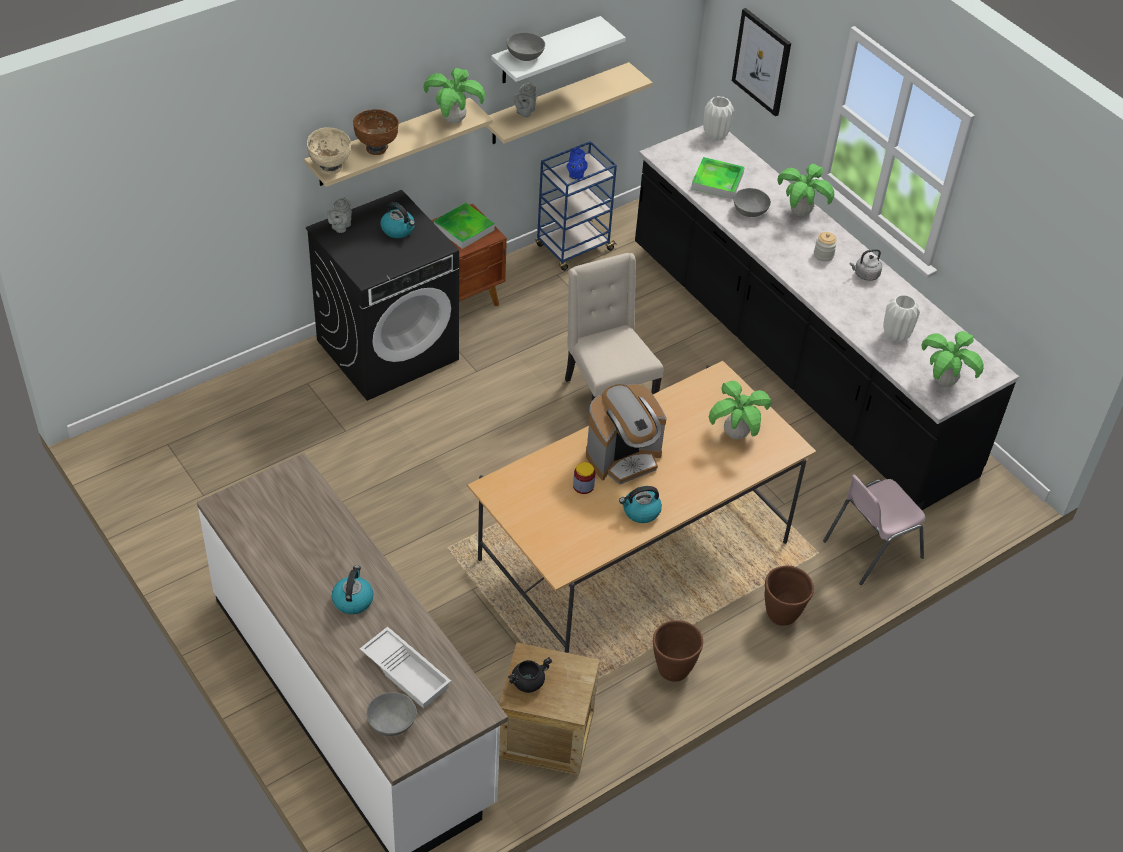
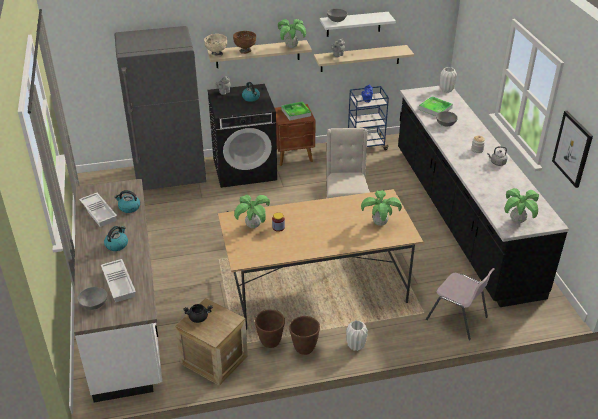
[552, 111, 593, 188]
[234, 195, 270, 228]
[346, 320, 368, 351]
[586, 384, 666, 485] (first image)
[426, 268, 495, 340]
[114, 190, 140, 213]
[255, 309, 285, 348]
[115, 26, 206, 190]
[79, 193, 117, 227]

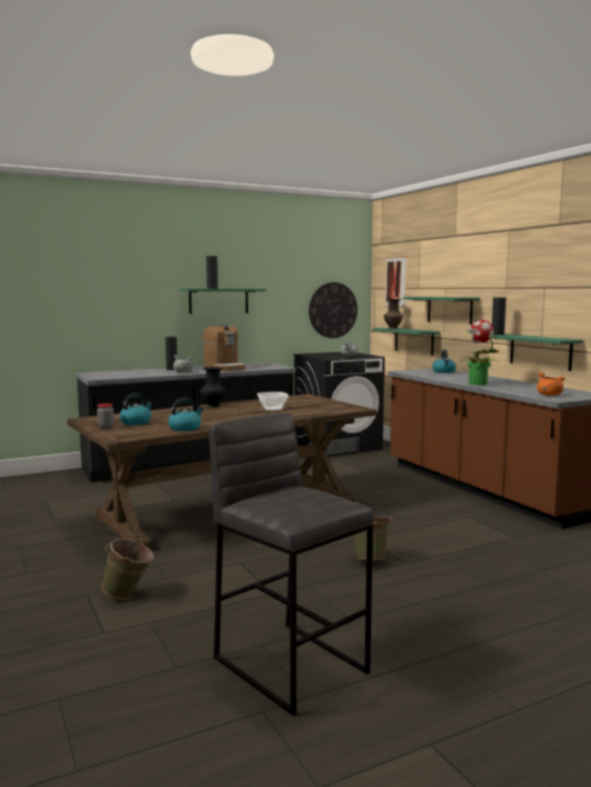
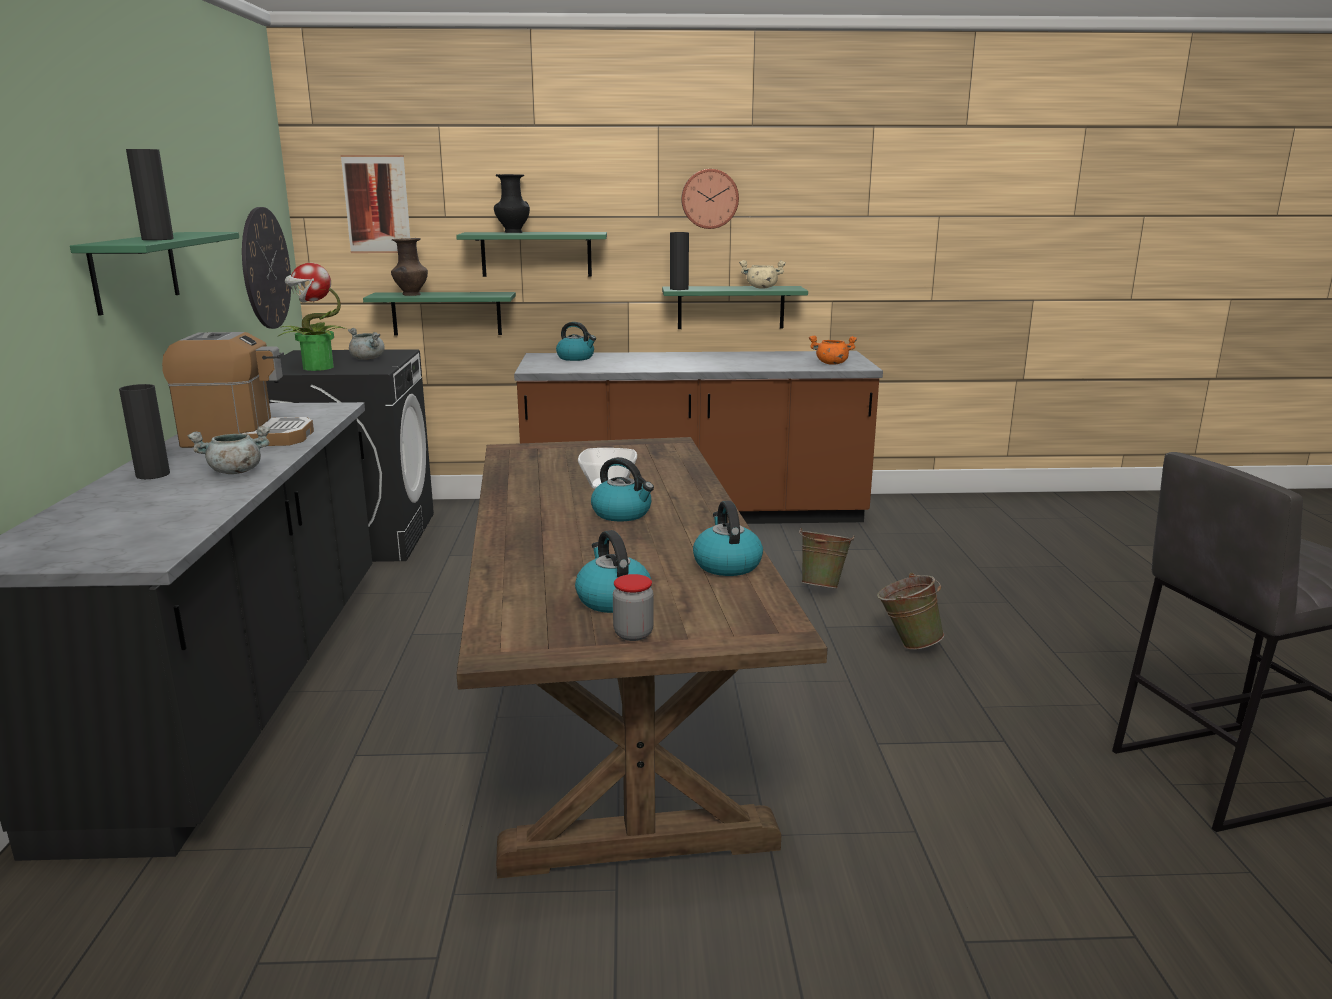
[277, 263, 346, 371]
[494, 174, 530, 233]
[799, 528, 855, 589]
[681, 169, 739, 229]
[739, 260, 786, 288]
[591, 457, 654, 521]

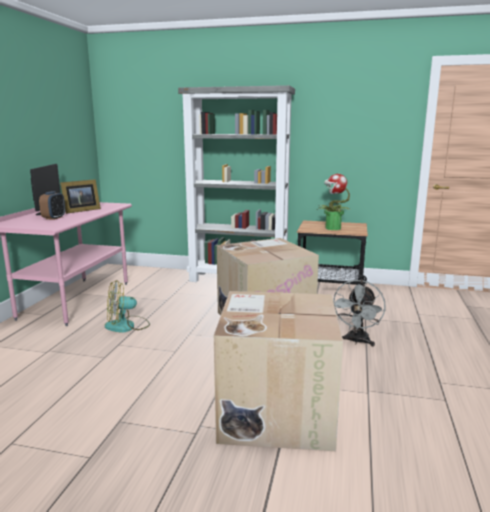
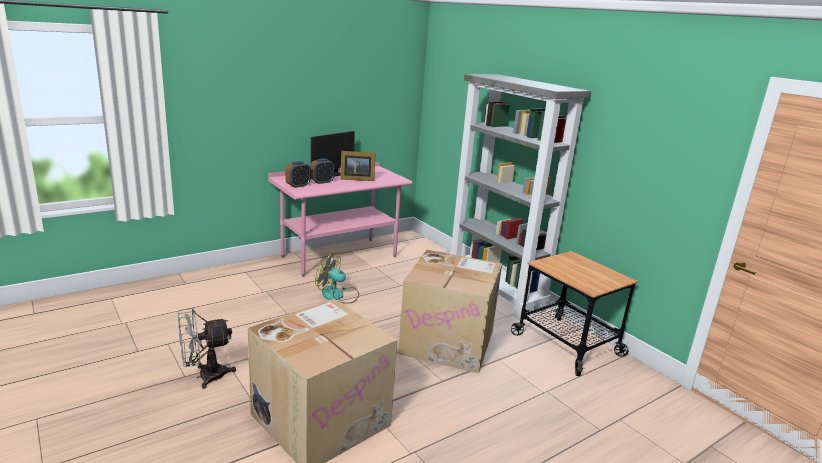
[317, 174, 350, 230] (first image)
[178, 308, 236, 389]
[285, 161, 311, 188]

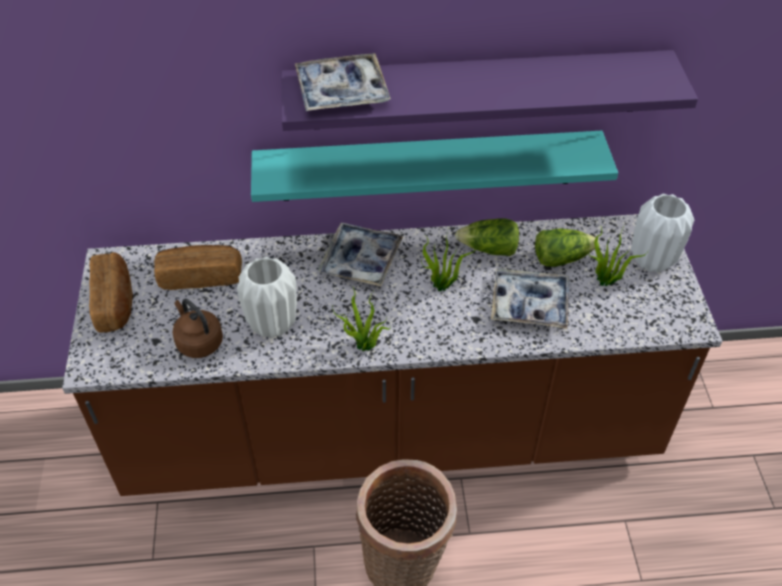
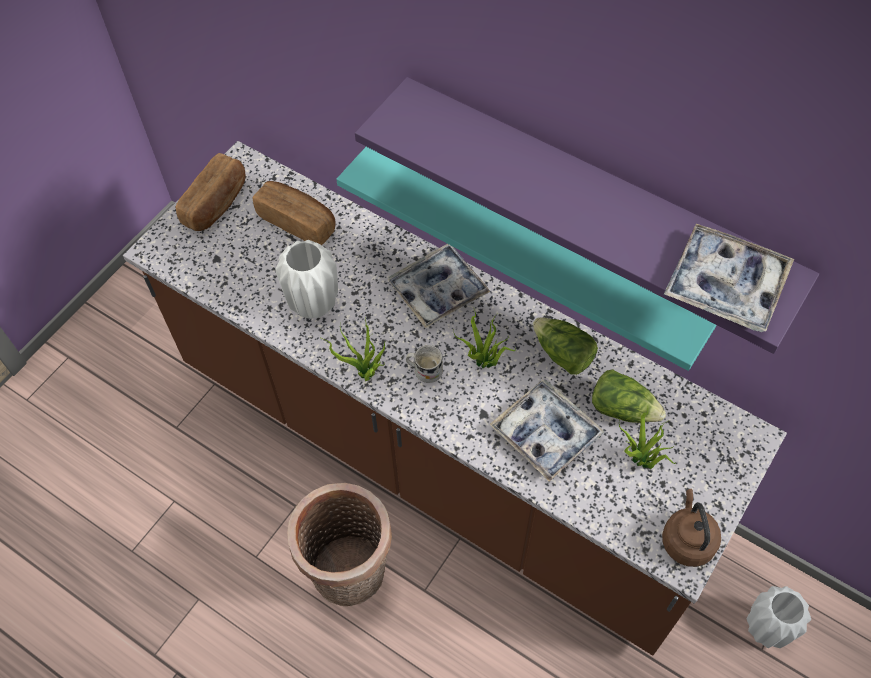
[664, 224, 794, 333]
[746, 586, 811, 648]
[662, 489, 721, 567]
[406, 345, 443, 383]

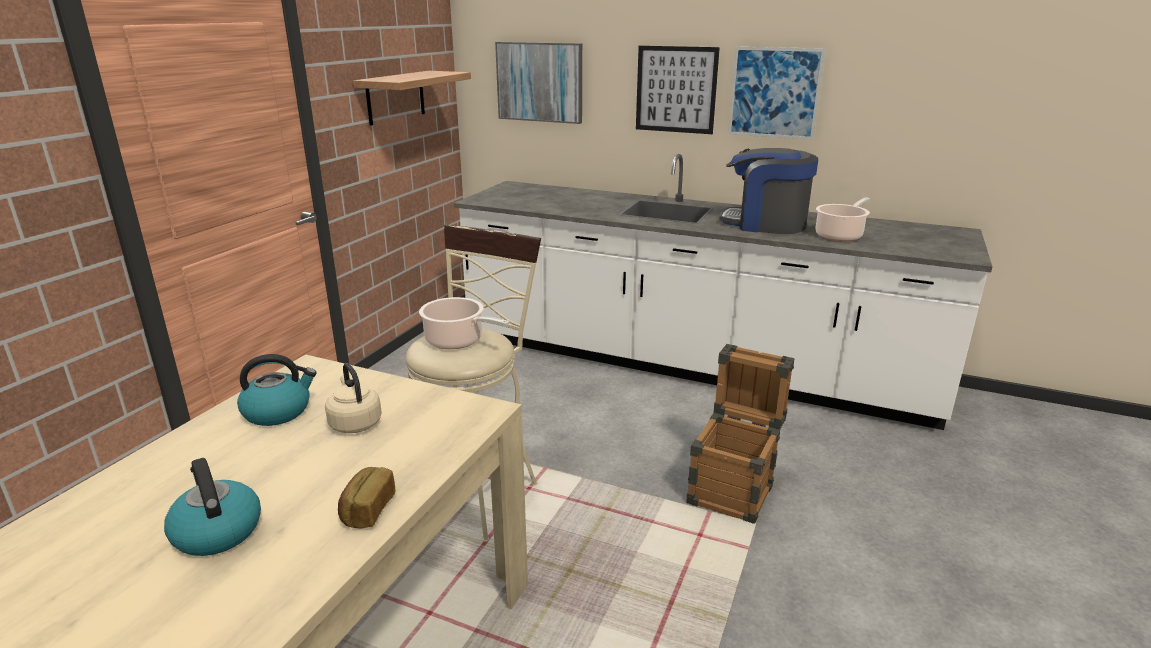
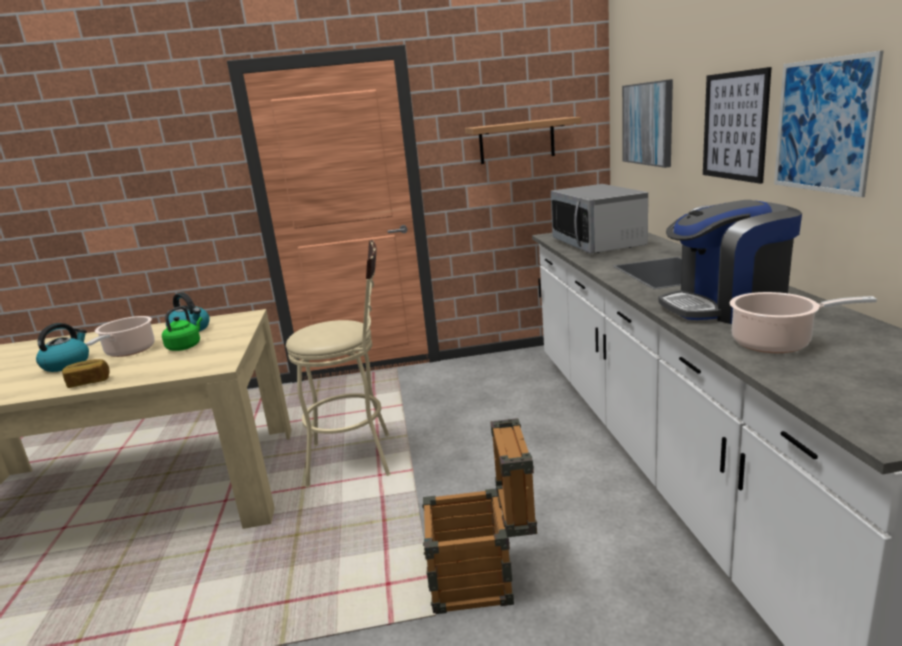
[658, 200, 802, 324]
[86, 316, 155, 357]
[162, 306, 202, 351]
[551, 184, 648, 253]

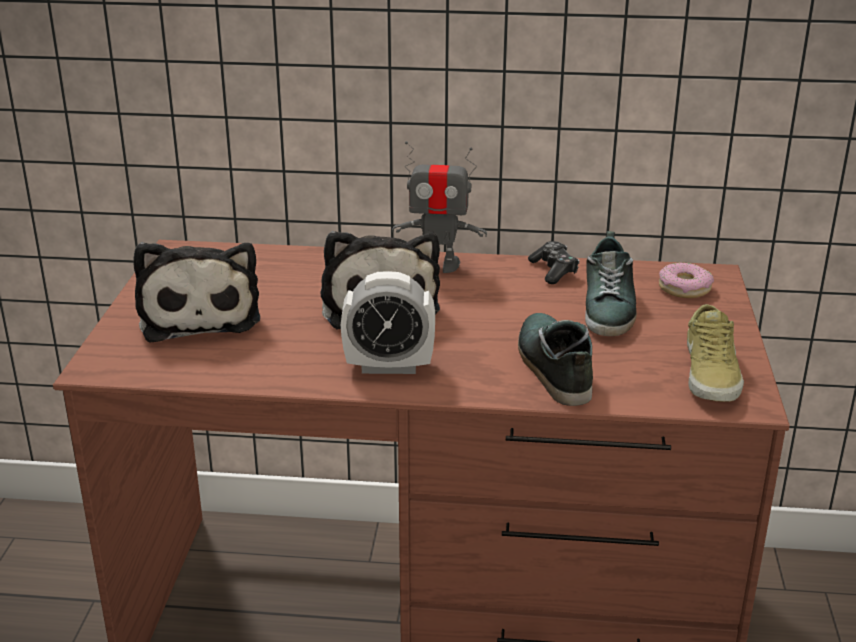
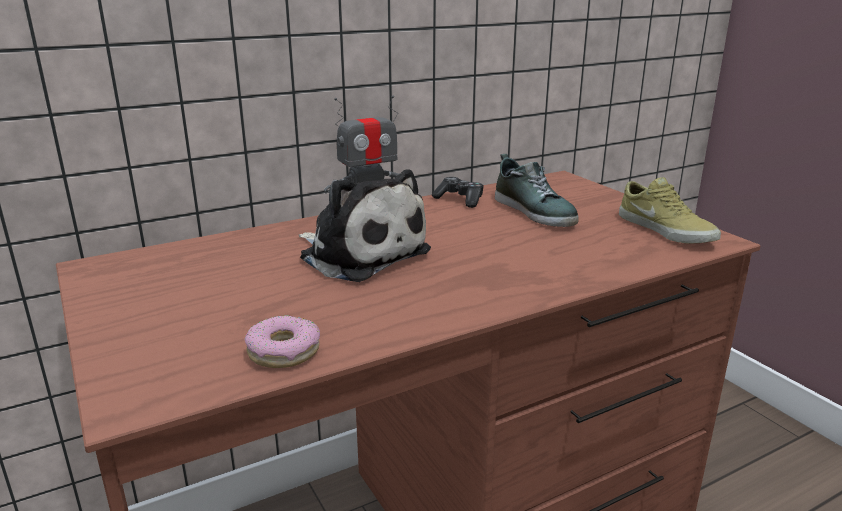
[133, 242, 260, 343] (first image)
[244, 315, 320, 368]
[341, 271, 435, 374] (first image)
[518, 313, 593, 406] (first image)

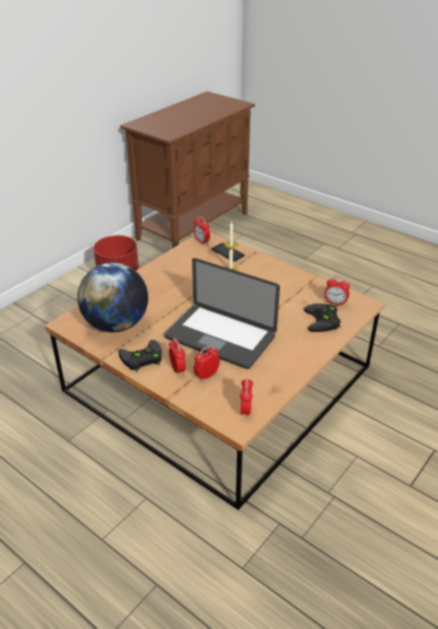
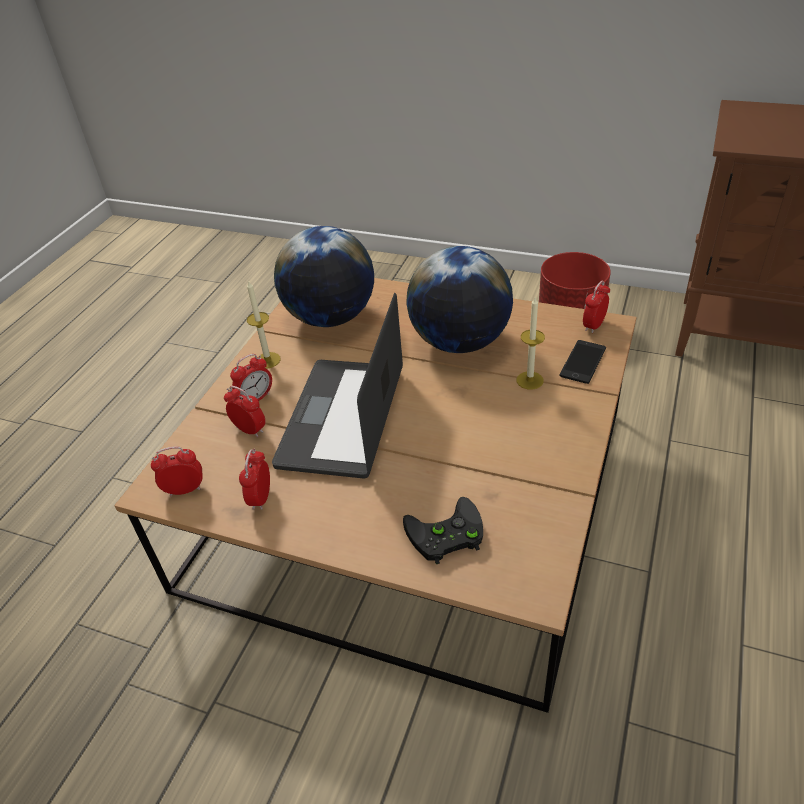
[239, 448, 270, 510]
[247, 280, 281, 369]
[406, 246, 513, 353]

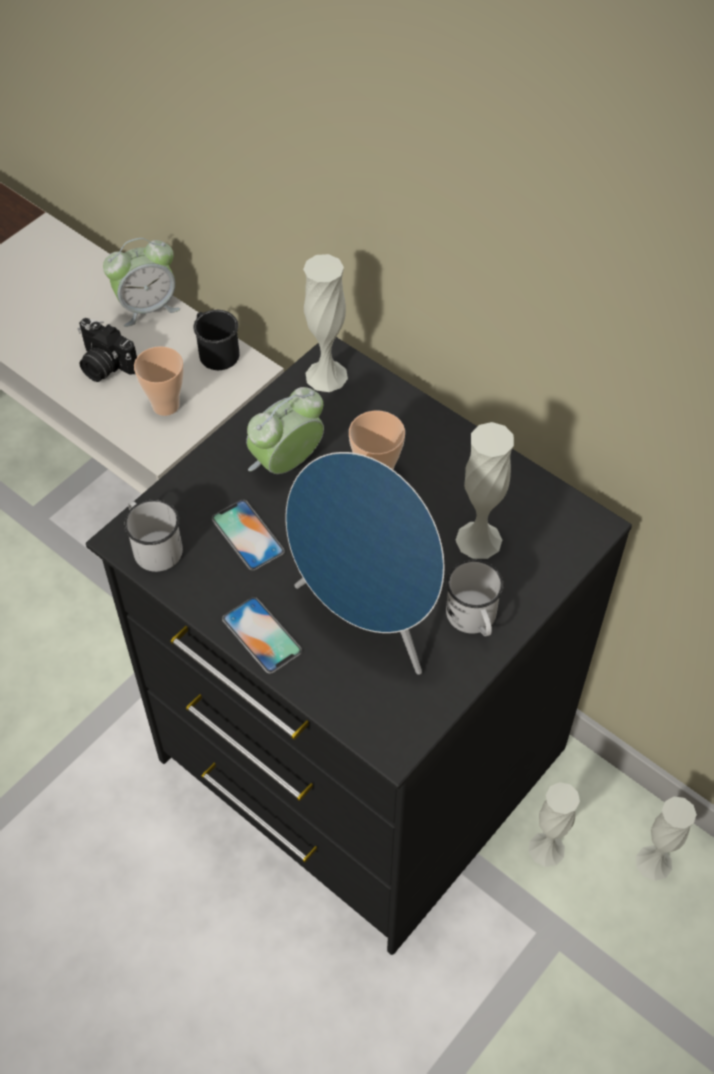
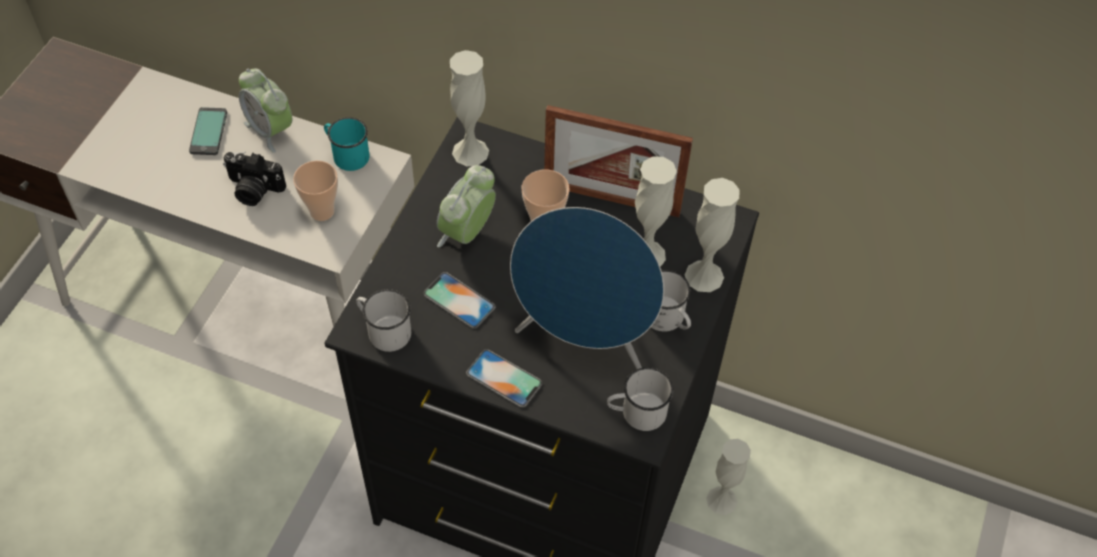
[239, 69, 292, 153]
[324, 117, 369, 171]
[685, 178, 740, 292]
[544, 105, 693, 217]
[189, 107, 227, 155]
[607, 367, 673, 431]

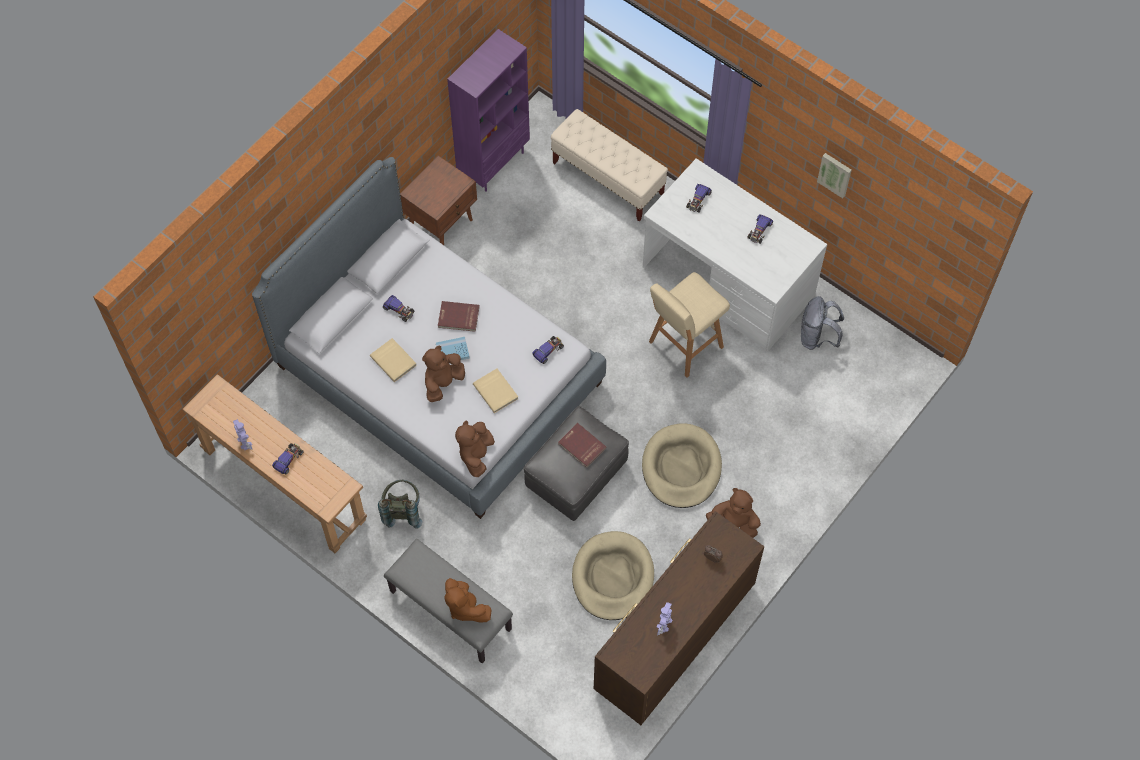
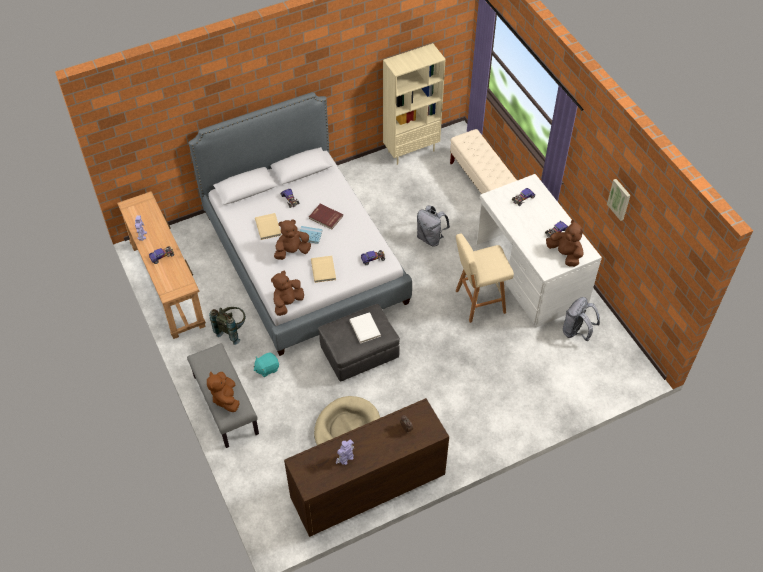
[383, 43, 446, 165]
[400, 156, 477, 245] (first image)
[350, 312, 381, 344]
[642, 423, 722, 508] (first image)
[546, 220, 584, 267]
[417, 205, 450, 247]
[254, 353, 279, 377]

